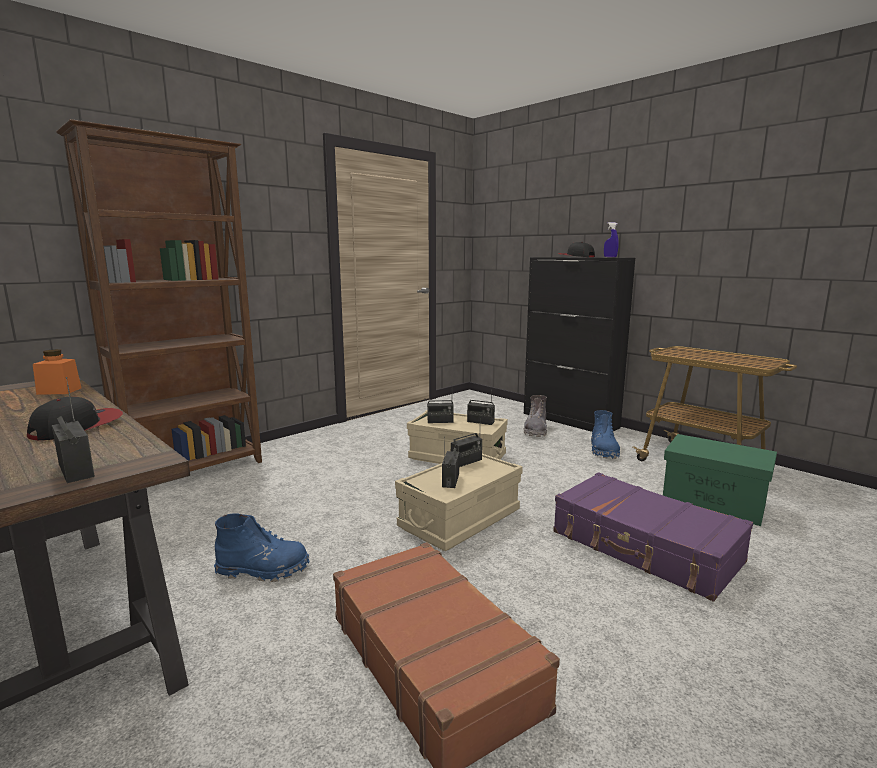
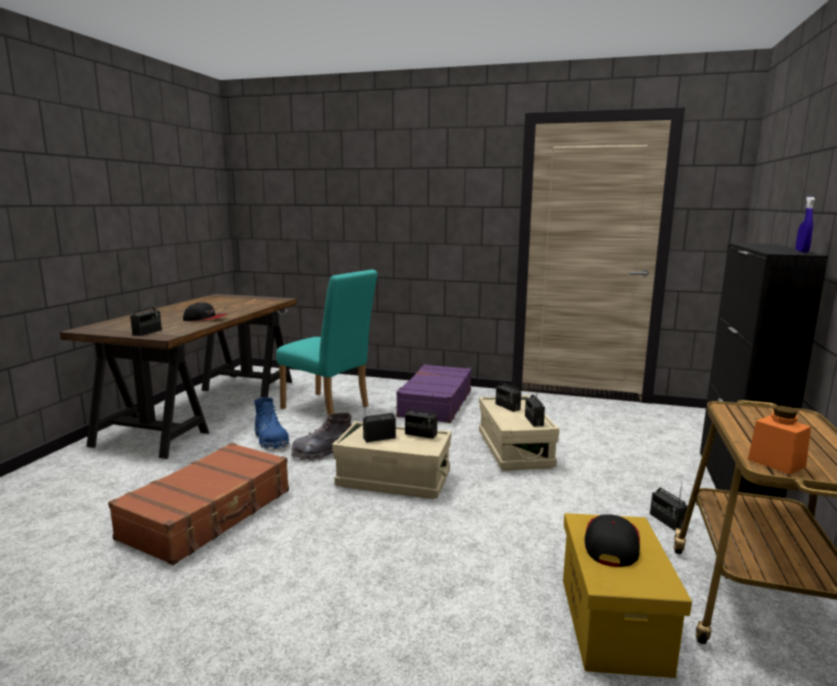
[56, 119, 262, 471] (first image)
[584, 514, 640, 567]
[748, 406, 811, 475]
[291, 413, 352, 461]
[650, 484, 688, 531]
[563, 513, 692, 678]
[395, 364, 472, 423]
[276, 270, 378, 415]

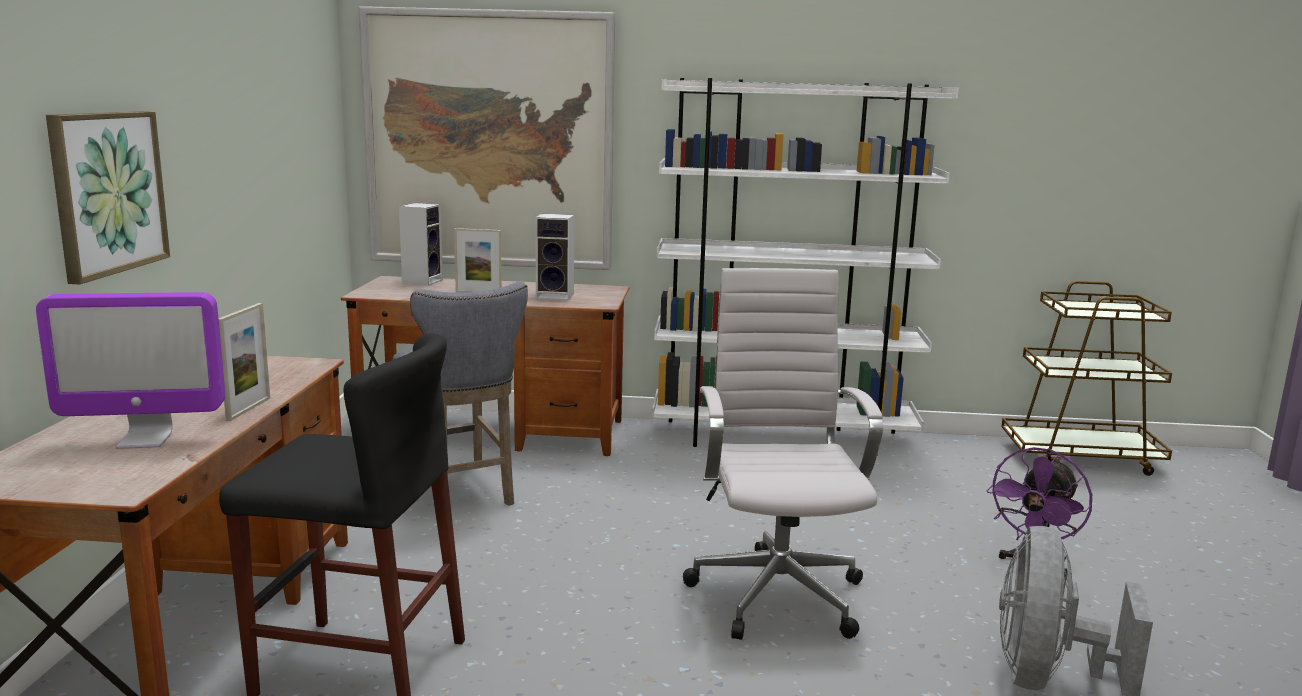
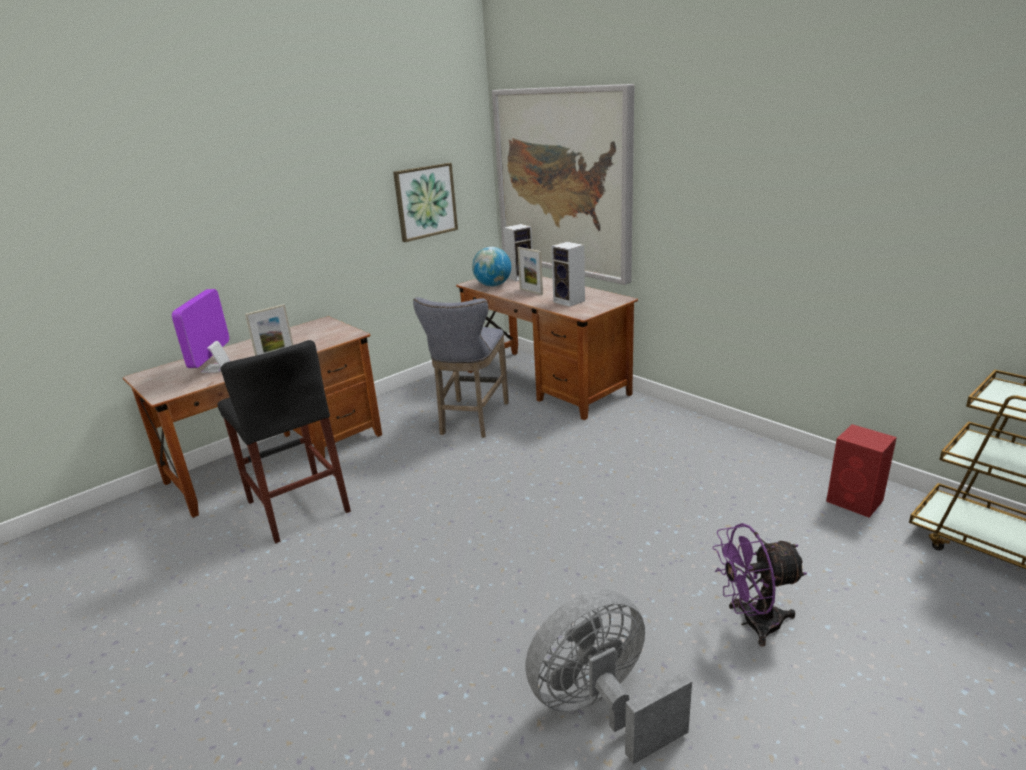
[652, 78, 959, 454] (first image)
[393, 163, 458, 242]
[683, 268, 883, 640] (first image)
[172, 289, 230, 373]
[472, 247, 511, 287]
[826, 424, 897, 518]

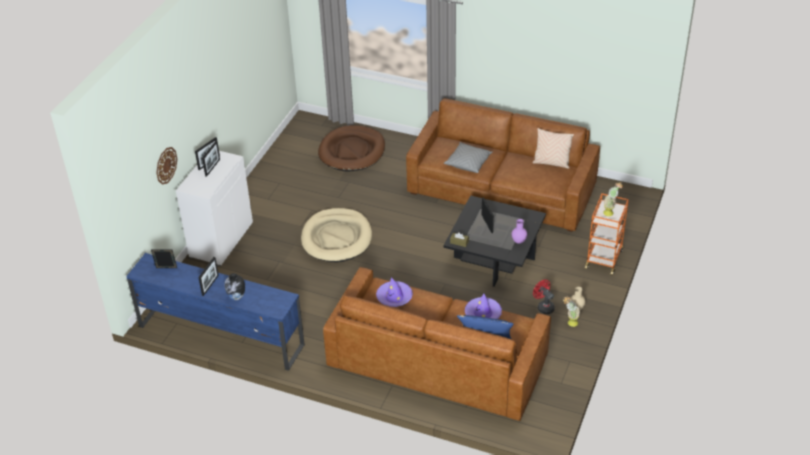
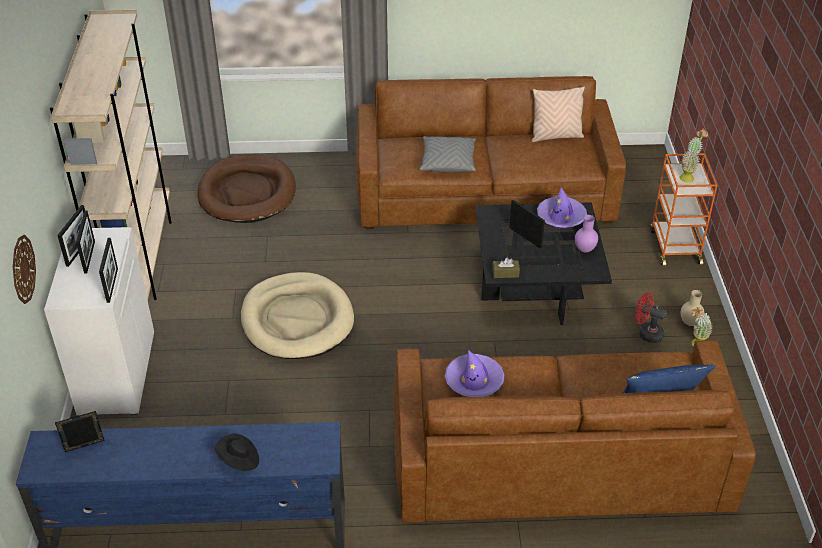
[99, 238, 118, 303]
[215, 434, 259, 471]
[537, 188, 587, 229]
[50, 10, 172, 300]

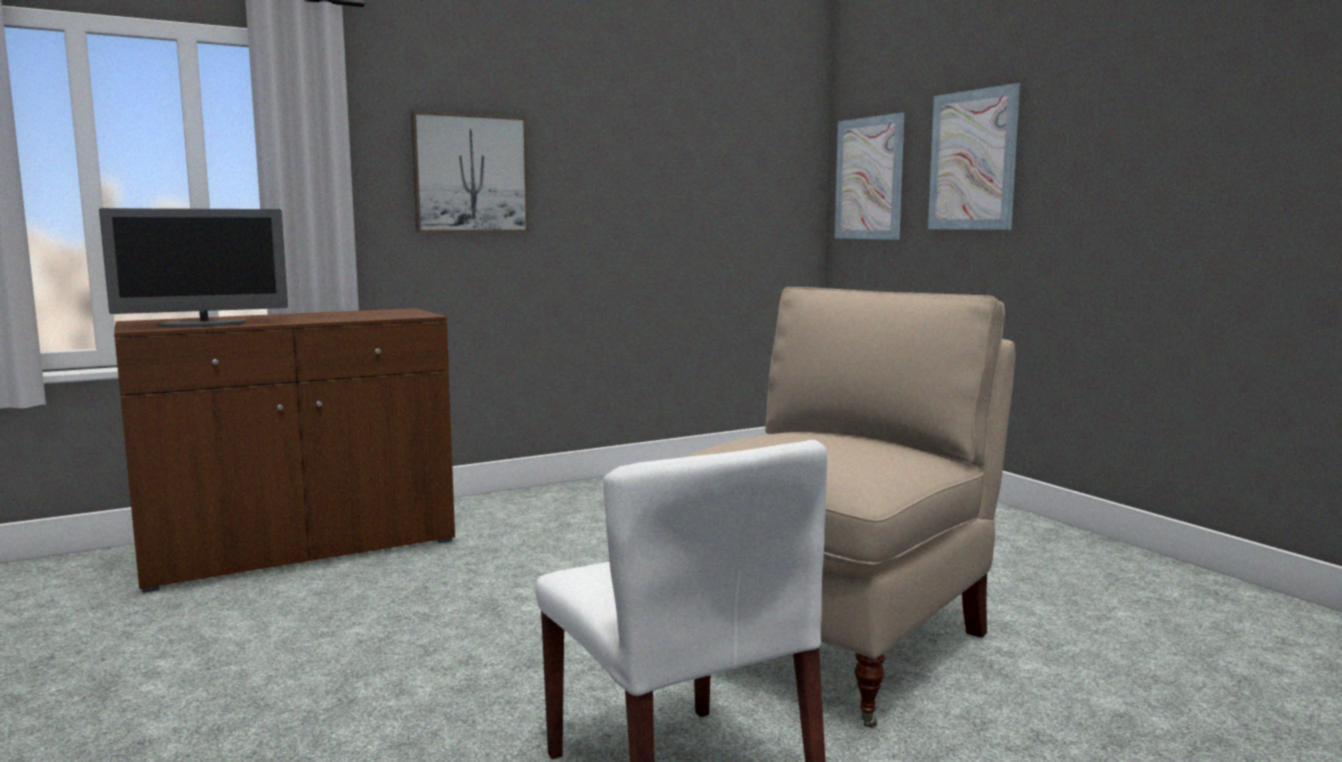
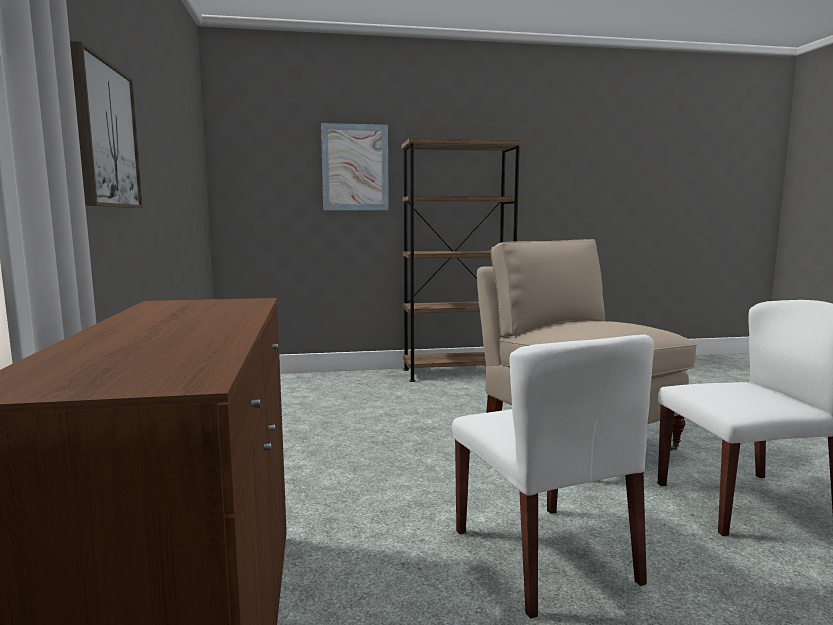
[835, 113, 904, 240] (first image)
[99, 208, 288, 328] (first image)
[402, 138, 523, 382]
[452, 334, 654, 619]

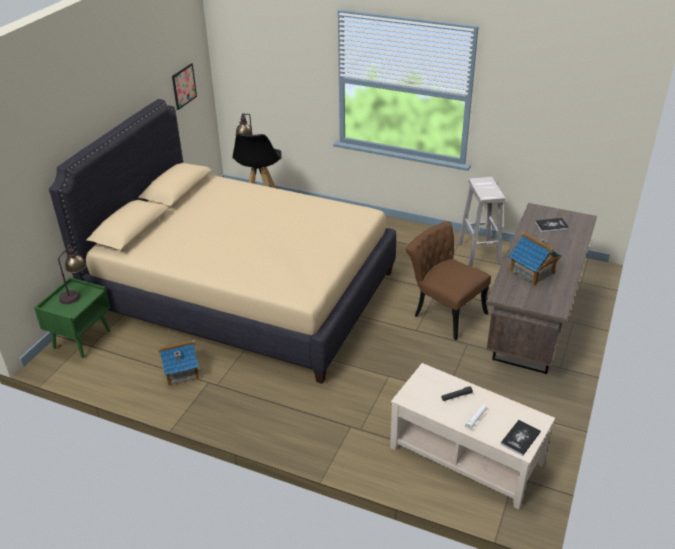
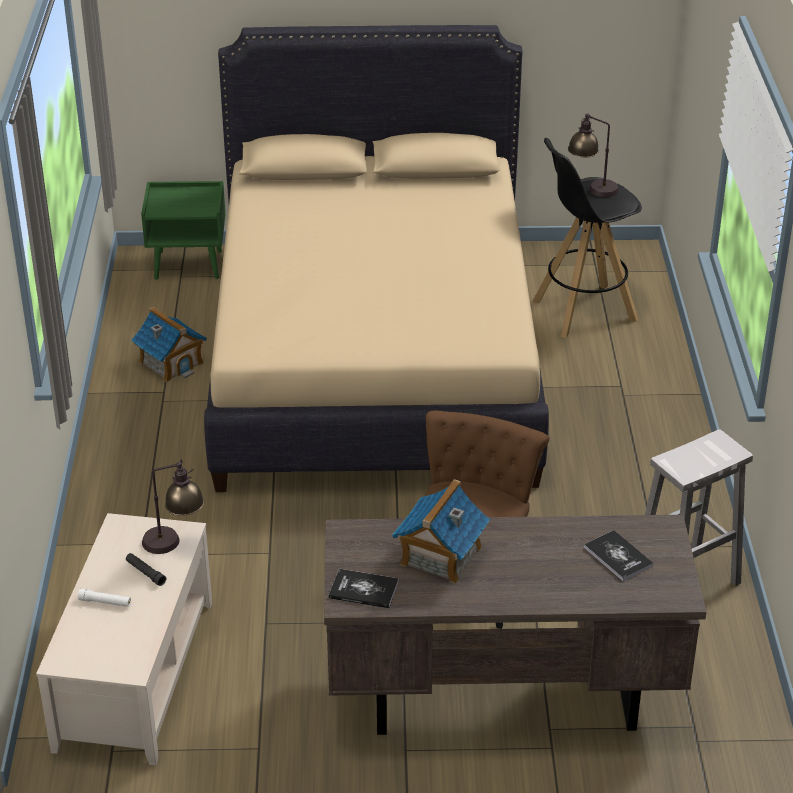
[172, 63, 197, 110] (first image)
[142, 459, 204, 554]
[329, 569, 399, 609]

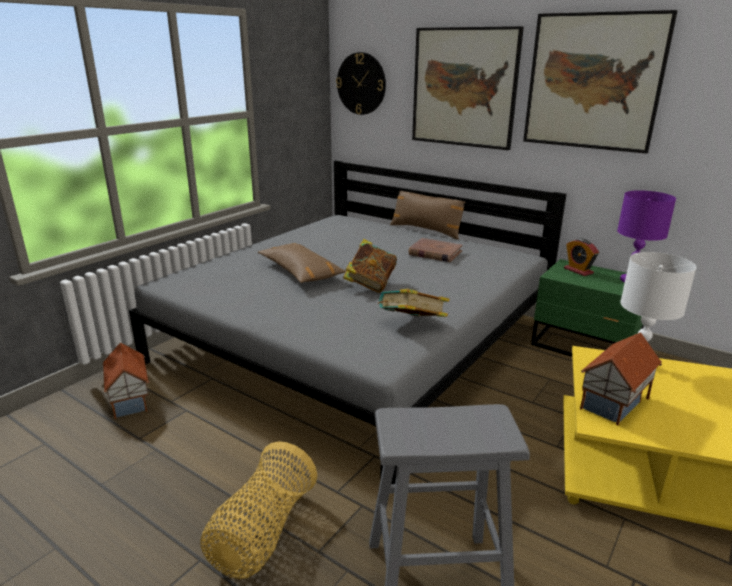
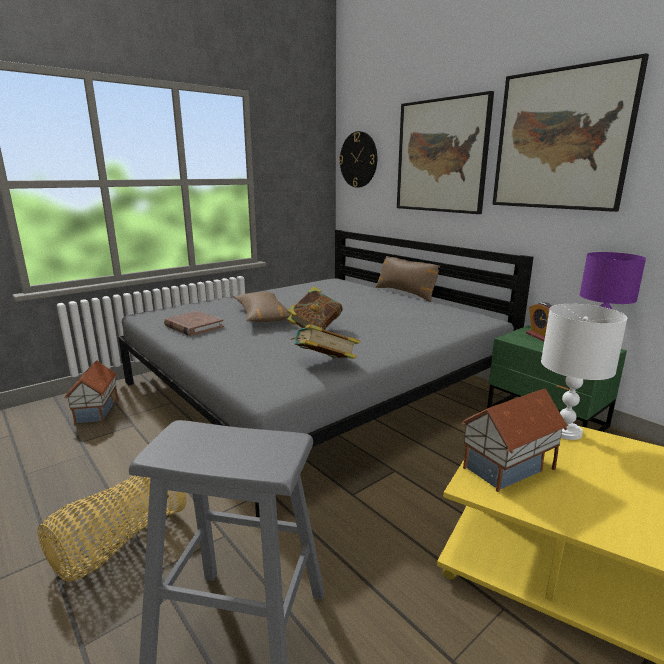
[164, 311, 224, 336]

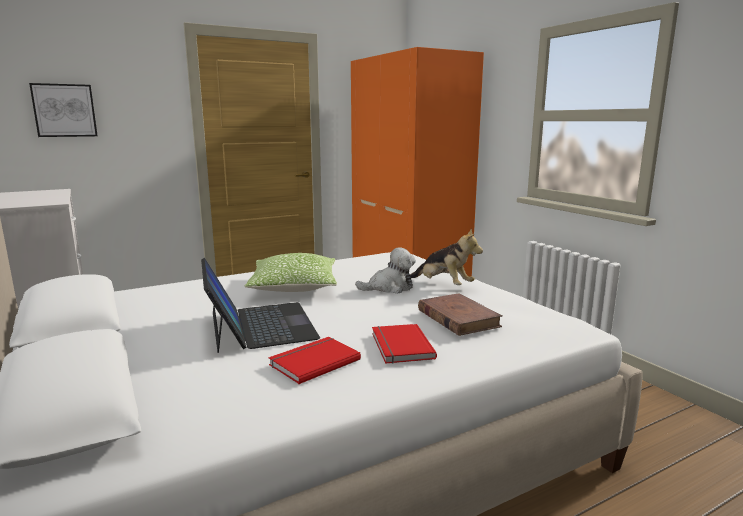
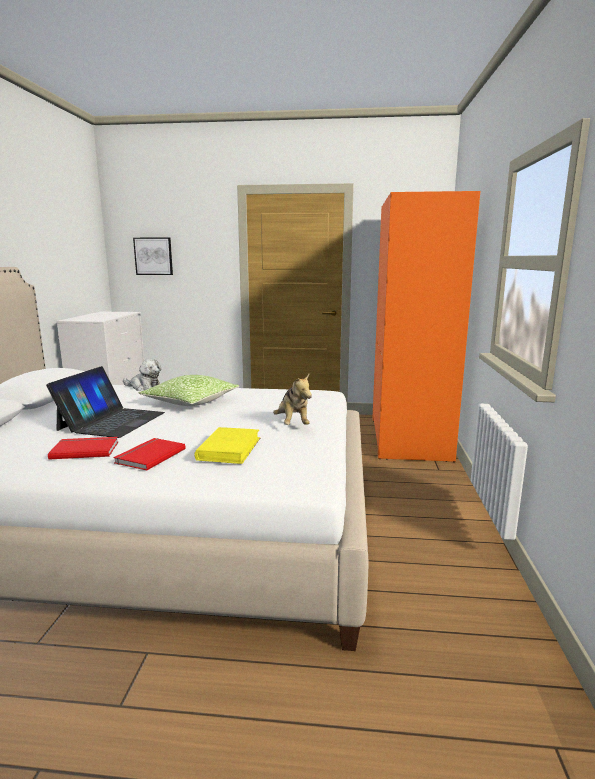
[123, 359, 161, 391]
[194, 427, 260, 464]

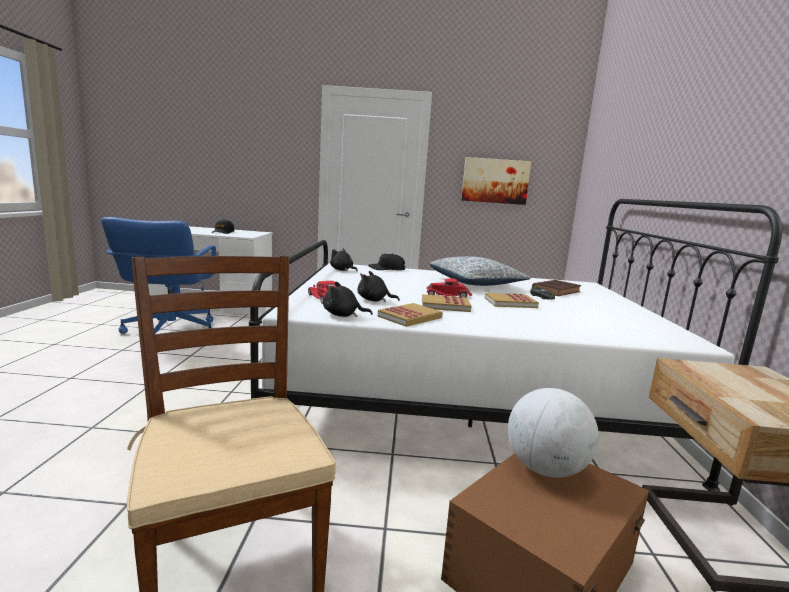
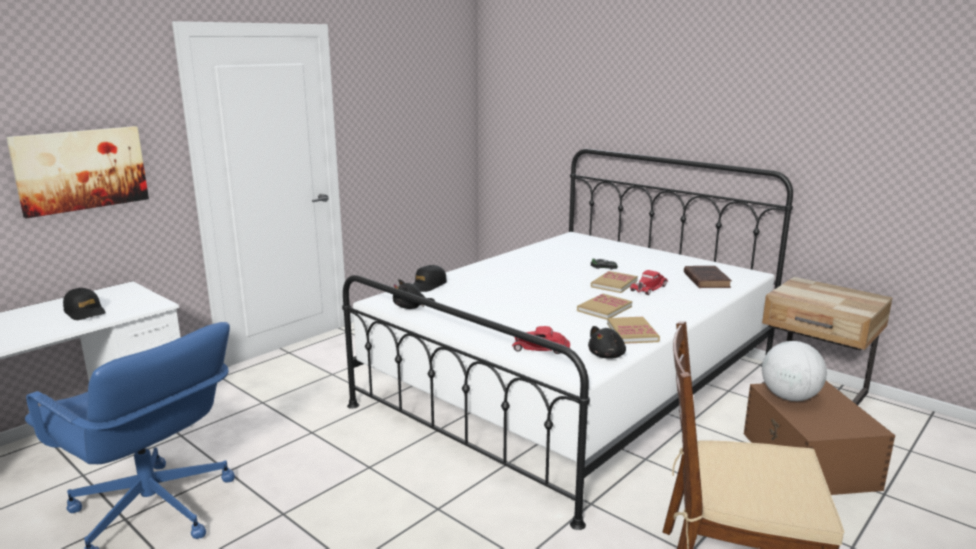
[6, 126, 149, 218]
[430, 256, 531, 286] (first image)
[358, 271, 400, 302] (first image)
[630, 270, 668, 295]
[684, 266, 732, 288]

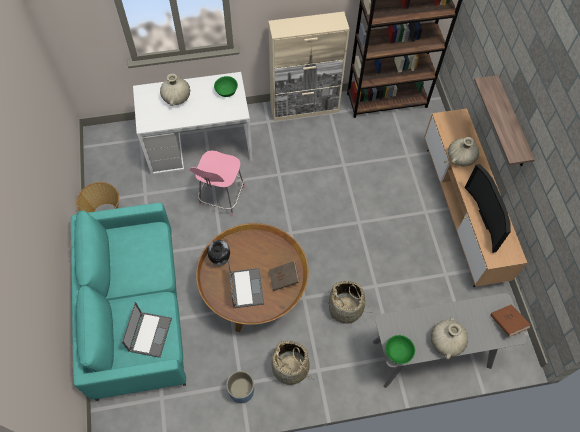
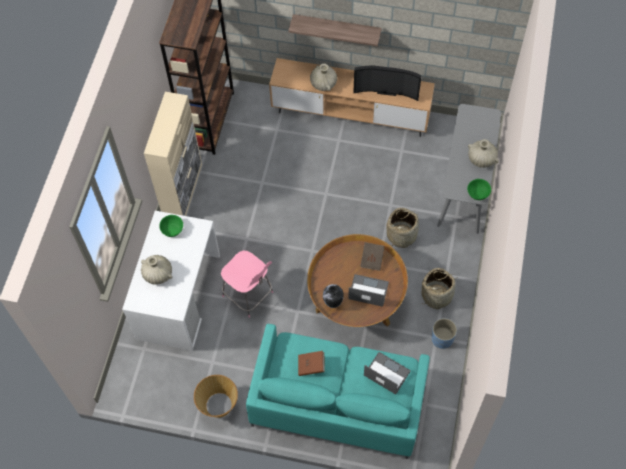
[298, 351, 325, 376]

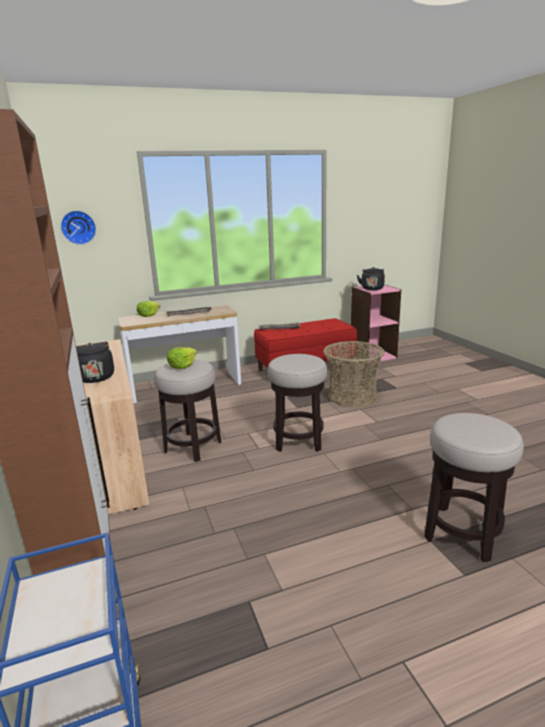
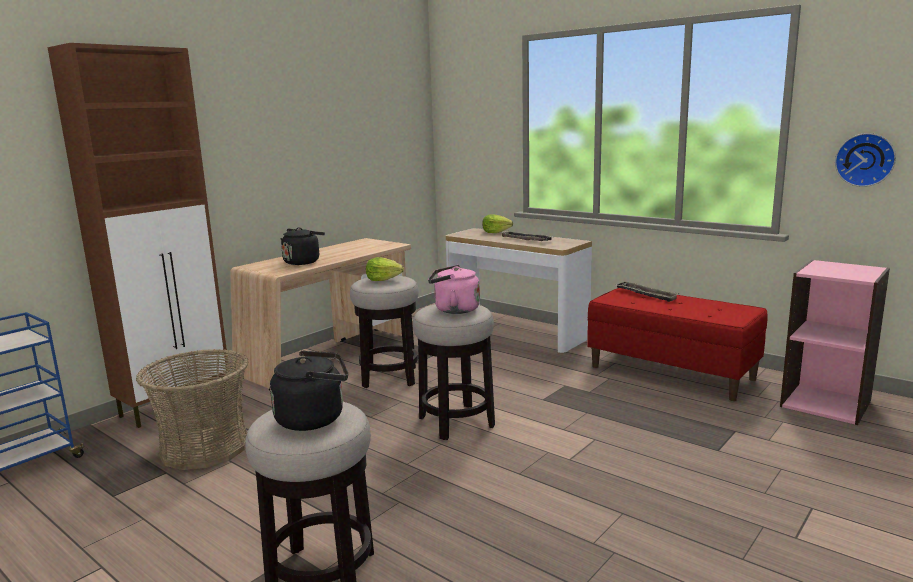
[835, 133, 896, 187]
[270, 351, 348, 431]
[136, 349, 249, 470]
[428, 265, 480, 314]

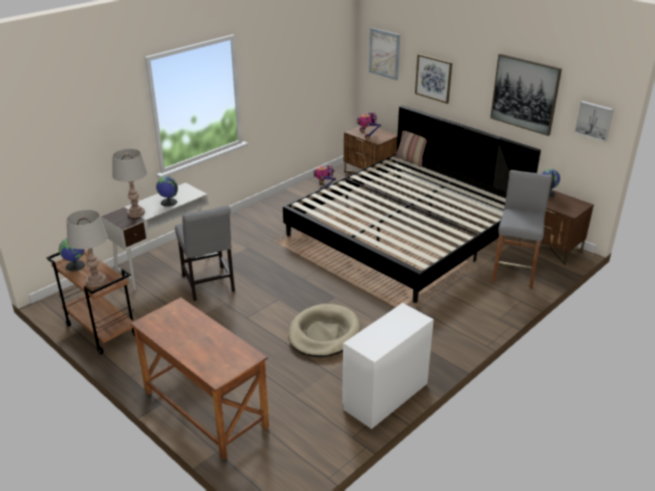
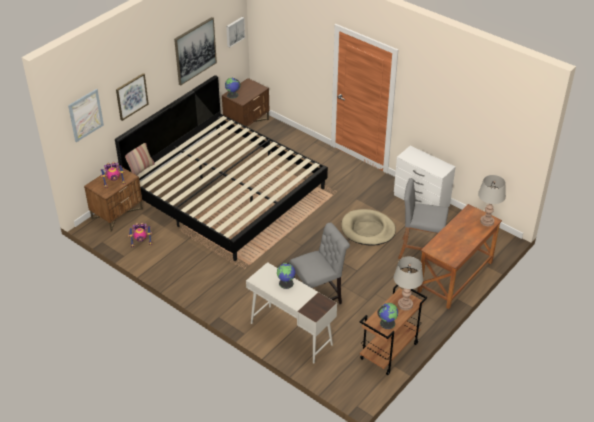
[478, 175, 506, 226]
[398, 178, 449, 266]

